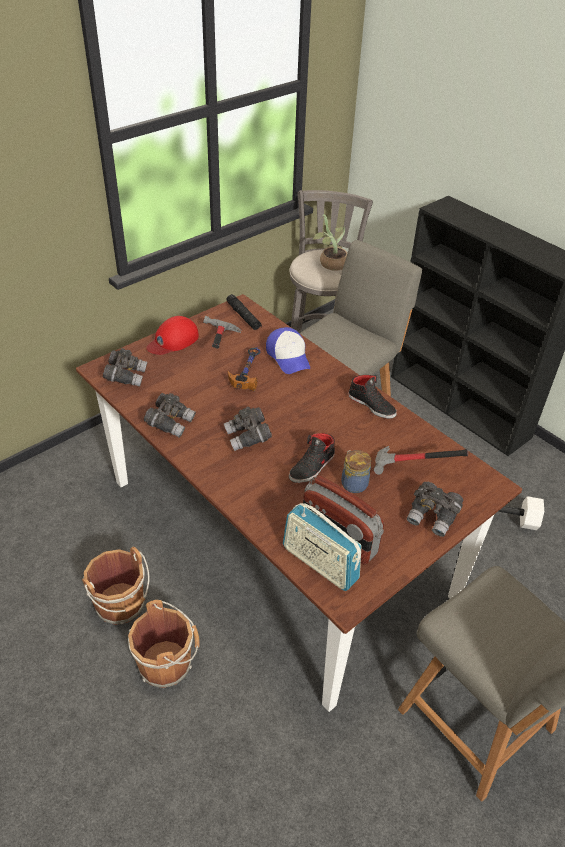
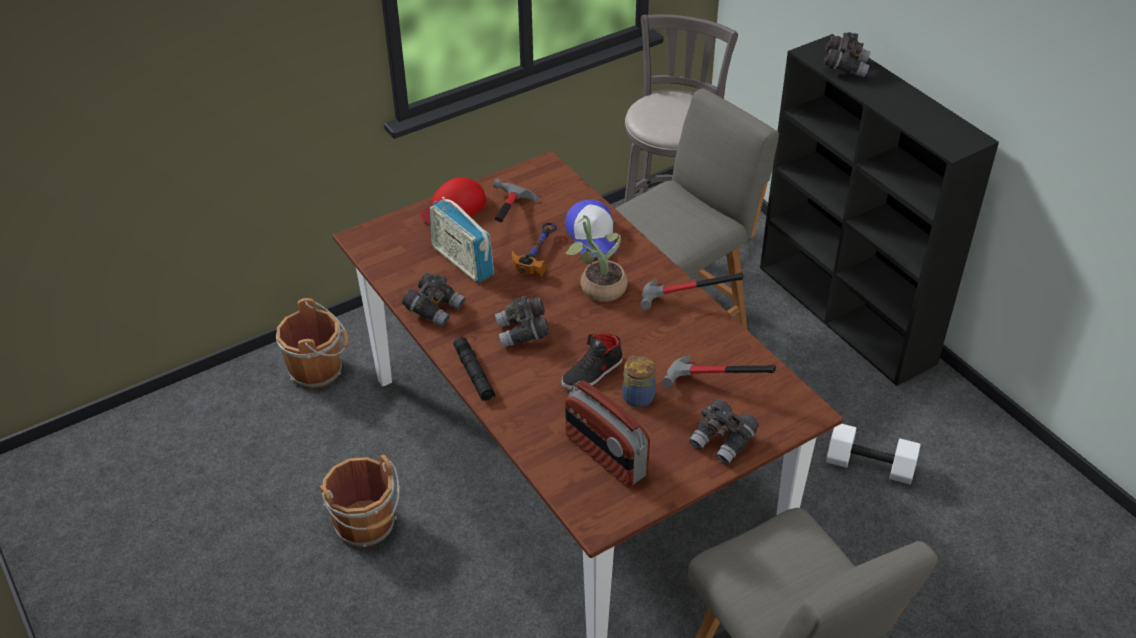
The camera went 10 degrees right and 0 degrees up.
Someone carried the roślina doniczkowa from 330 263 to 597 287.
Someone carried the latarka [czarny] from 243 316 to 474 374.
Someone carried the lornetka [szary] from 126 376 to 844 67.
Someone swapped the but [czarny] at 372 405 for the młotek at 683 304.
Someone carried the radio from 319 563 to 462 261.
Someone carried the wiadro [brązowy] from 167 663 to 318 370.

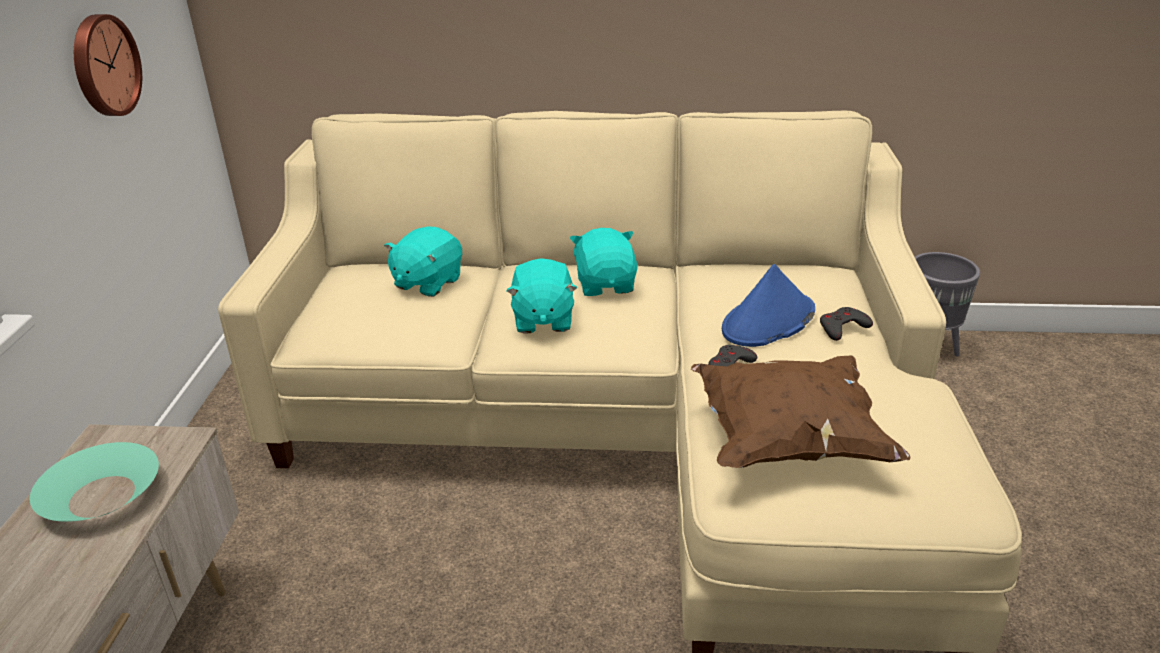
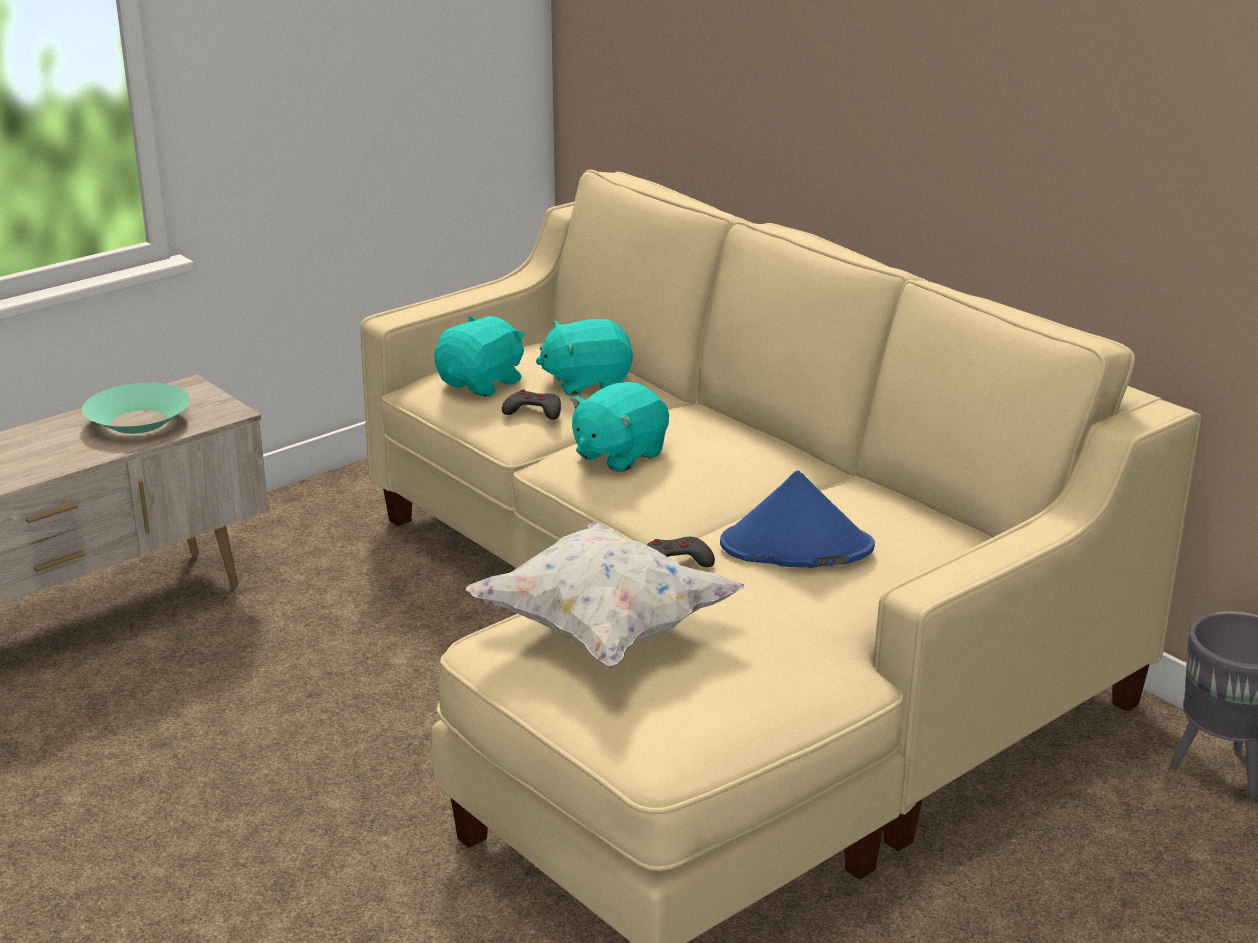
The camera went 45 degrees right and 5 degrees down.
Someone took away the zegar ścienny at 103 65.
Someone carried the pluszak [turkusowy] from 606 285 to 482 383.
Someone carried the pad do gier [szary] from 842 328 to 533 411.
Someone repainted the poduszka [brązowy] at 788 440, which became the poduszka [biały] at 603 629.

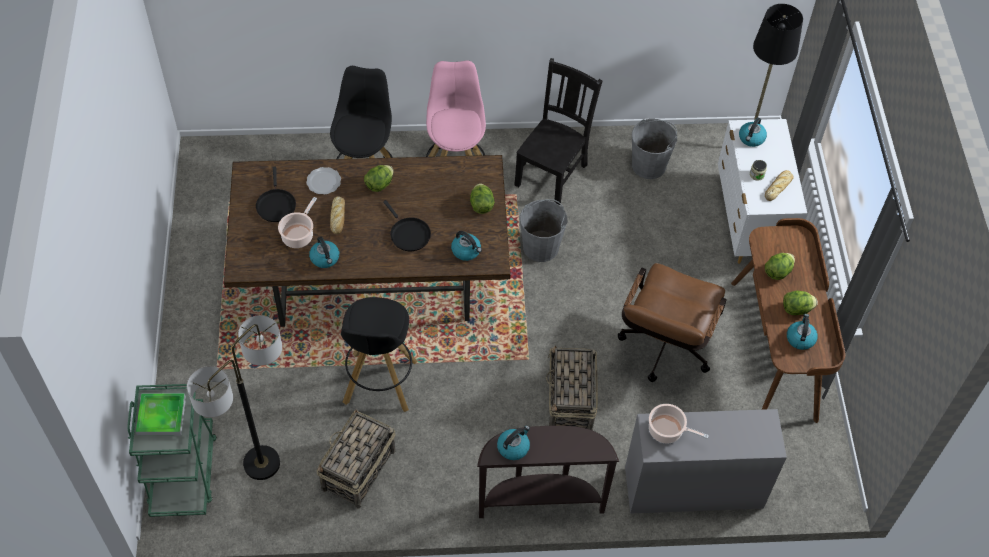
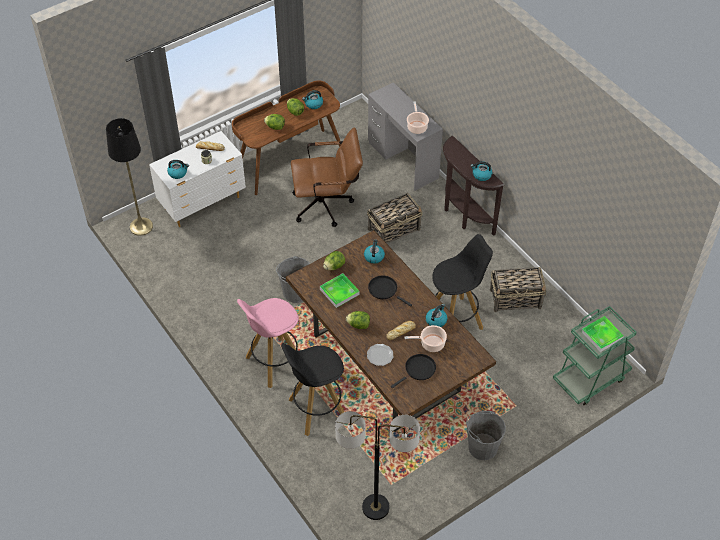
The camera went 120 degrees left and 5 degrees down.
Someone took away the krzesło [czarny] at 552 173.
Someone carried the wiadro [szary] from 649 165 to 482 447.
Someone rotated the patelnia [czarny] at 408 234 by 75 degrees counterclockwise.
Someone carried the lampa stojąca from 261 463 to 375 507.
Someone put down the taca at 339 292.

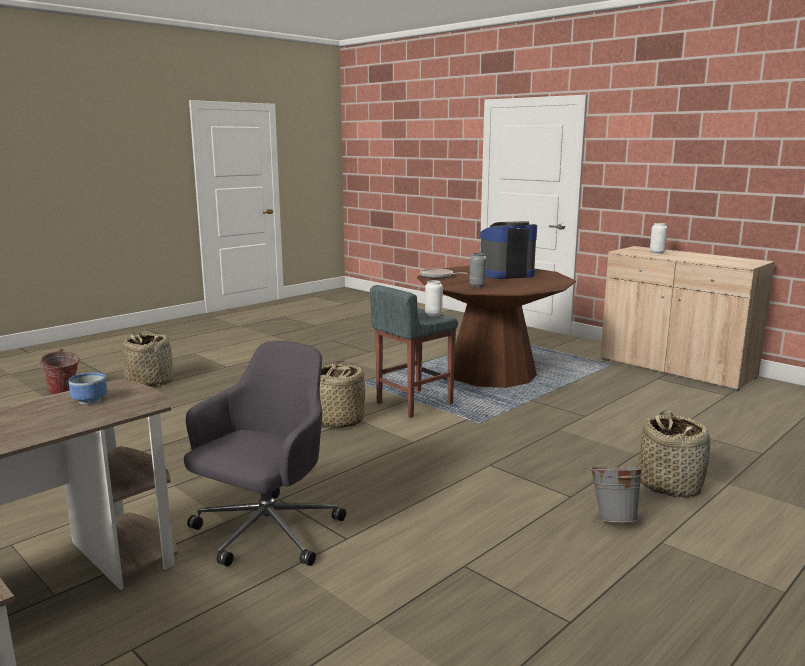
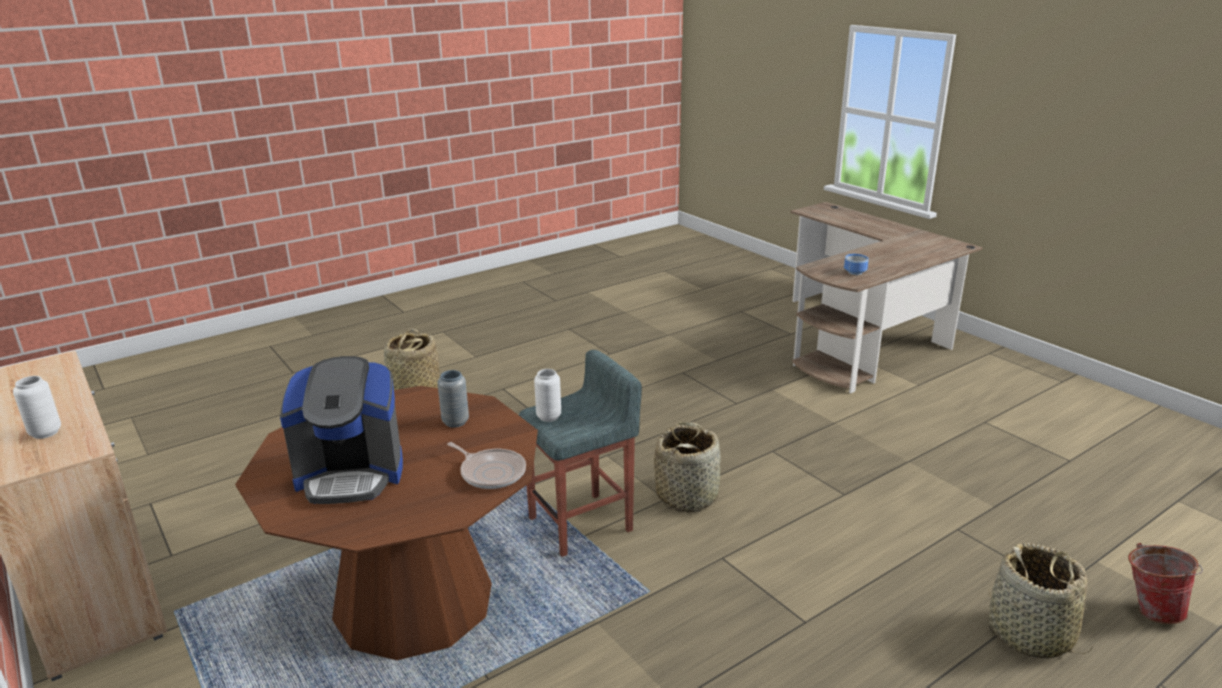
The camera went 170 degrees left and 10 degrees up.
Someone took away the krzesło biurowe [szary] at 265 533.
Someone took away the wiadro [szary] at 614 518.

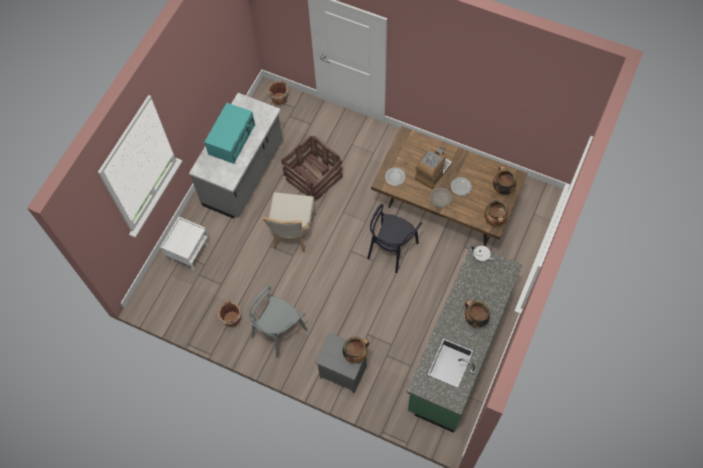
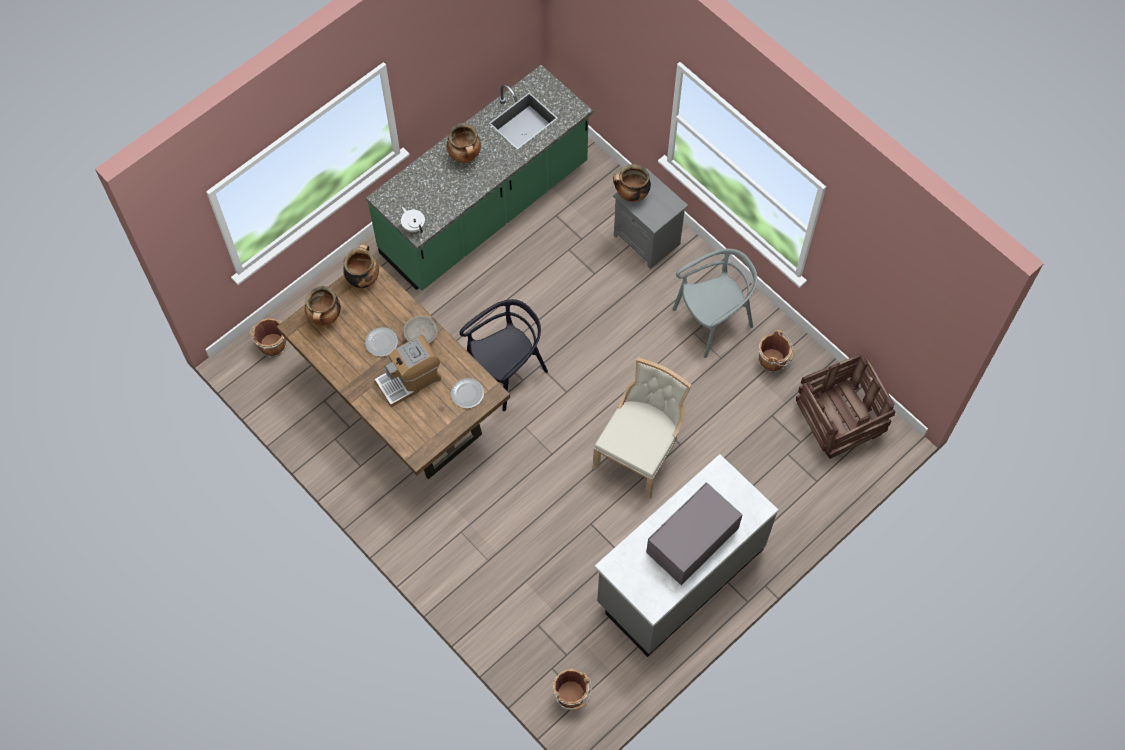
The camera went 160 degrees left and 0 degrees up.
Someone repainted the mikrofalówka [turkusowy] at 232 138, which became the mikrofalówka [szary] at 691 541.
Someone carried the skrzynka from 314 178 to 839 417.
Someone took away the szafka nocna [biały] at 189 252.
Someone put down the wiadro [brązowy] at 272 344.

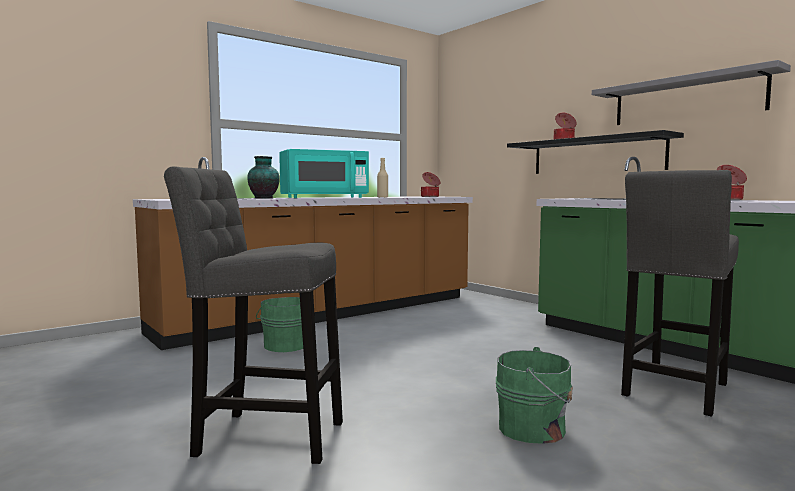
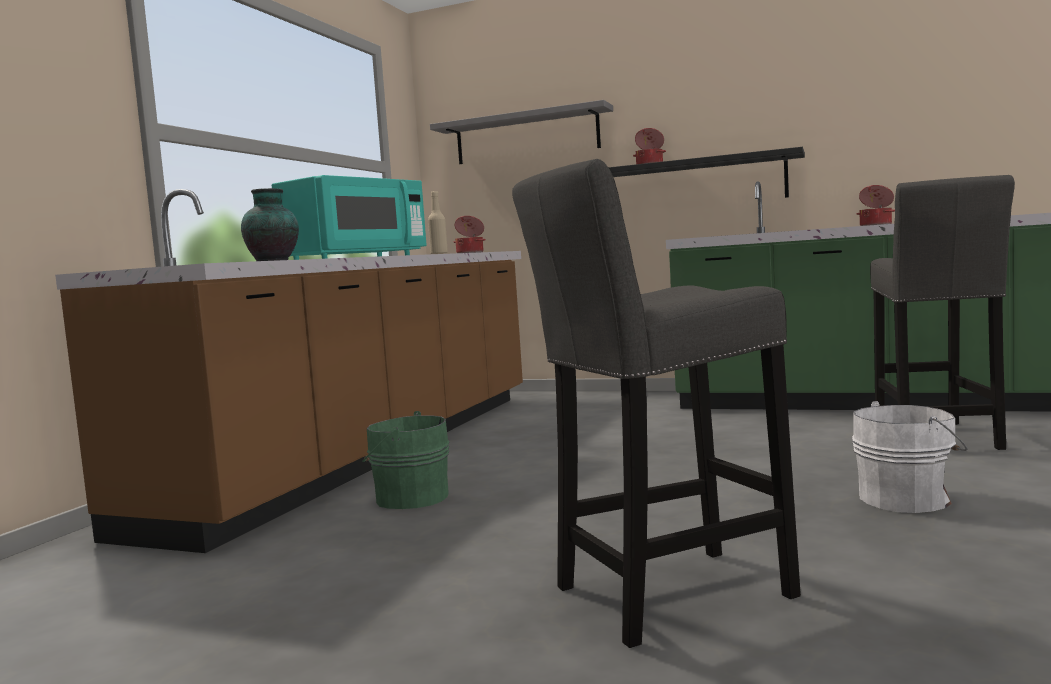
The camera went 30 degrees left and 0 degrees up.
Someone carried the półka [szary] from 686 99 to 526 136.
Someone repainted the wiadro [zielony] at 535 429, which became the wiadro [biały] at 908 499.

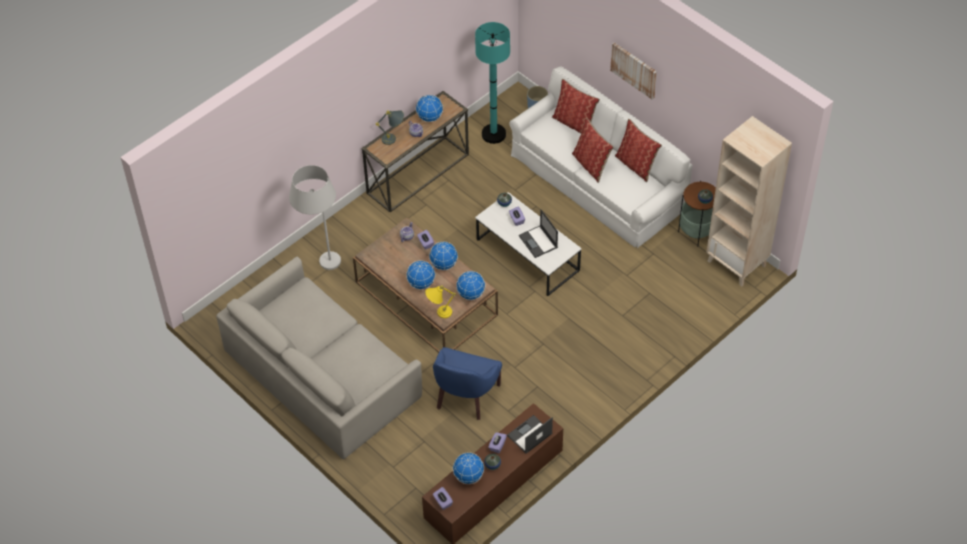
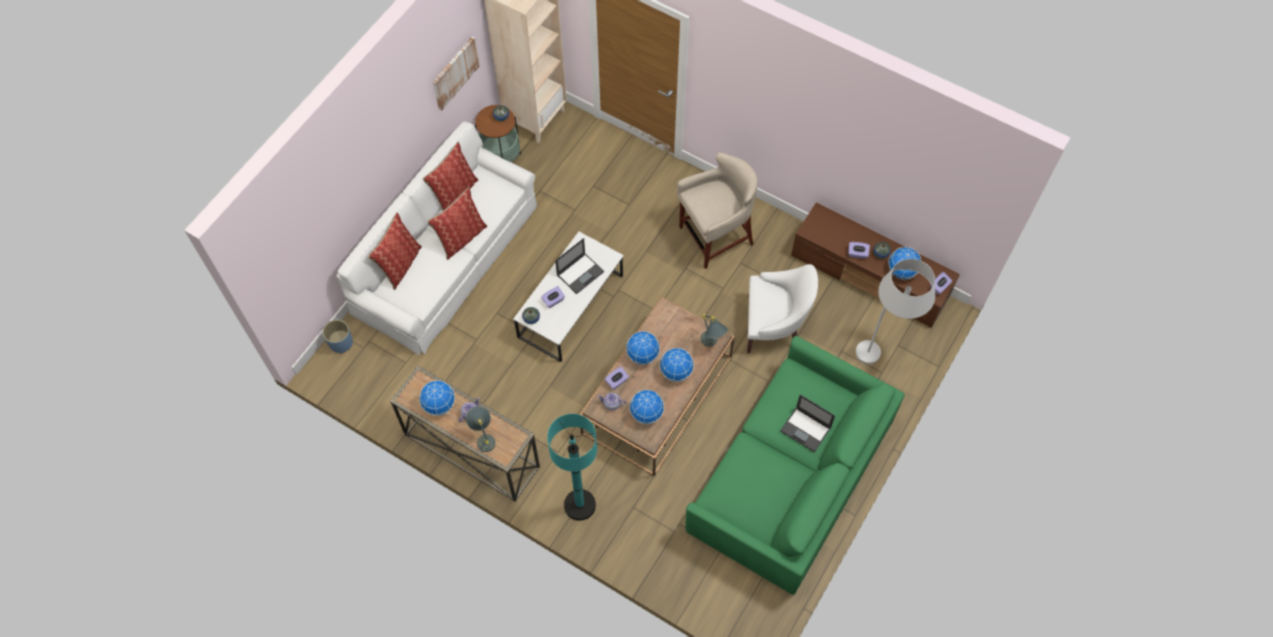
The camera went 105 degrees left and 10 degrees up.
Someone carried the lampa stojąca [turkusowy] from 493 134 to 580 505.
Someone carried the obraz from 634 70 to 455 72.
Someone carried the lampa stojąca [biały] from 323 269 to 881 356.
Someone repainted the kanapa [szary] at 321 373, which became the kanapa [zielony] at 790 476.
Someone carried the globus from 471 294 to 646 413.
Someone repainted the lampa stołowa [żółty] at 439 313, which became the lampa stołowa [szary] at 712 344.
Someone repainted the fotel [niebieski] at 465 396, which became the fotel [biały] at 774 326.
Someone carried the laptop from 529 435 to 806 429.
Someone put down the stołek [beżowy] at 715 238.

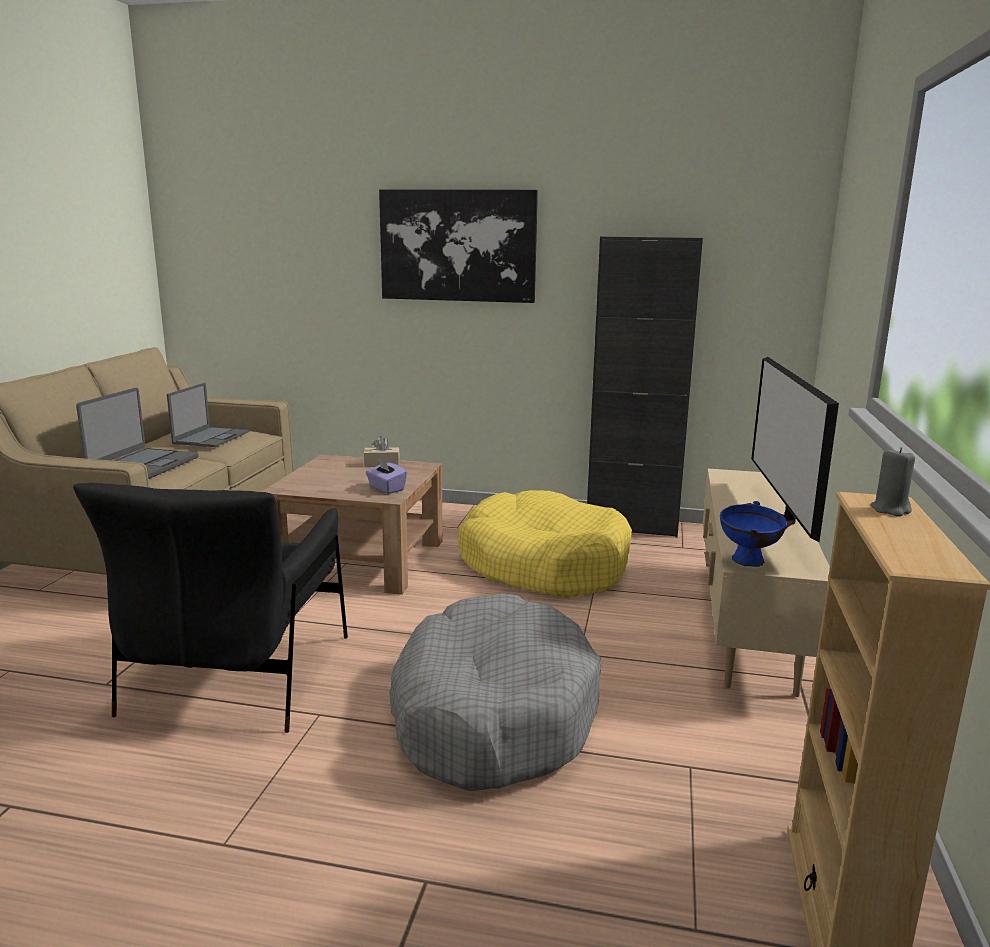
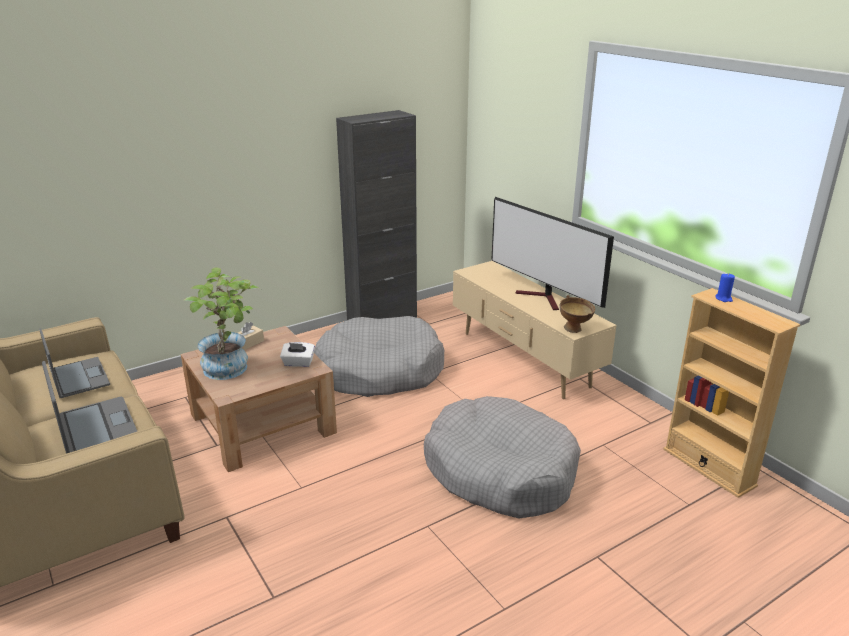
The camera went 45 degrees left and 10 degrees up.
Someone took away the obraz at 458 246.
Someone repainted the świeca [szary] at 891 510, which became the świeca [niebieski] at 723 298.
Someone repainted the pudełko chusteczek [fioletowy] at 386 489, which became the pudełko chusteczek [biały] at 298 363.
Someone took away the fotel [czarny] at 239 675.
Someone repainted the legowisko [żółty] at 543 565, which became the legowisko [szary] at 379 371.
Someone repainted the miska [niebieski] at 748 563, which became the miska [brązowy] at 575 330.
Someone put down the roślina doniczkowa at 231 369.

